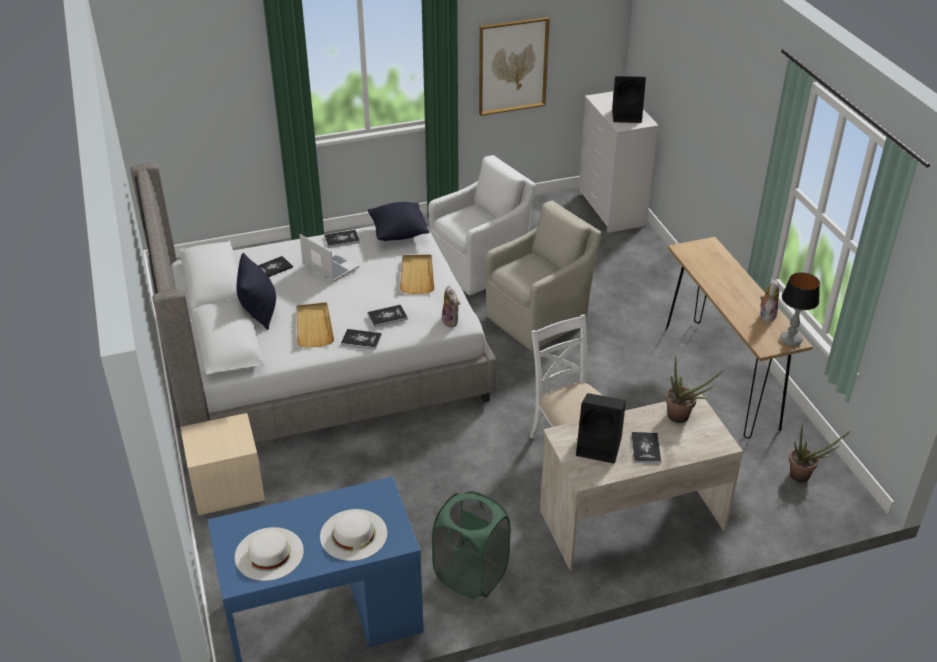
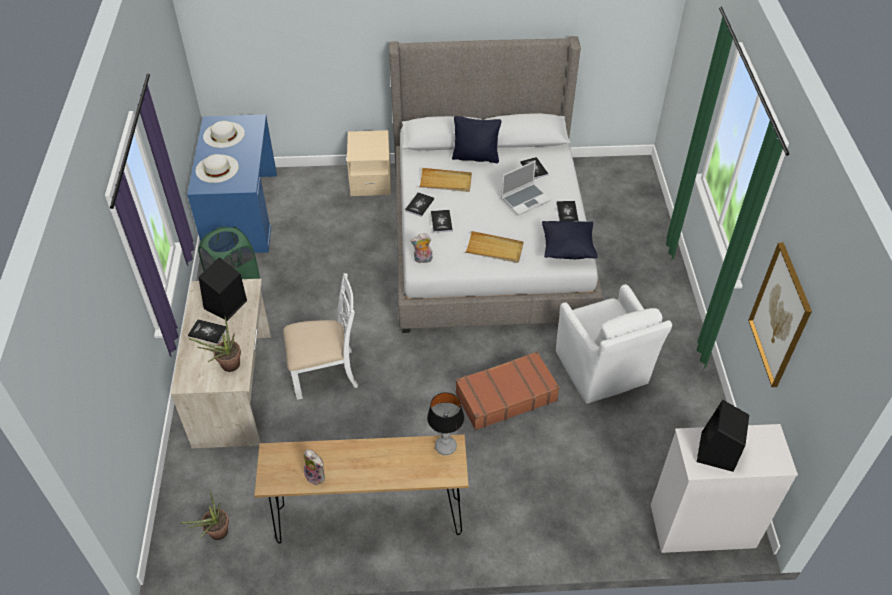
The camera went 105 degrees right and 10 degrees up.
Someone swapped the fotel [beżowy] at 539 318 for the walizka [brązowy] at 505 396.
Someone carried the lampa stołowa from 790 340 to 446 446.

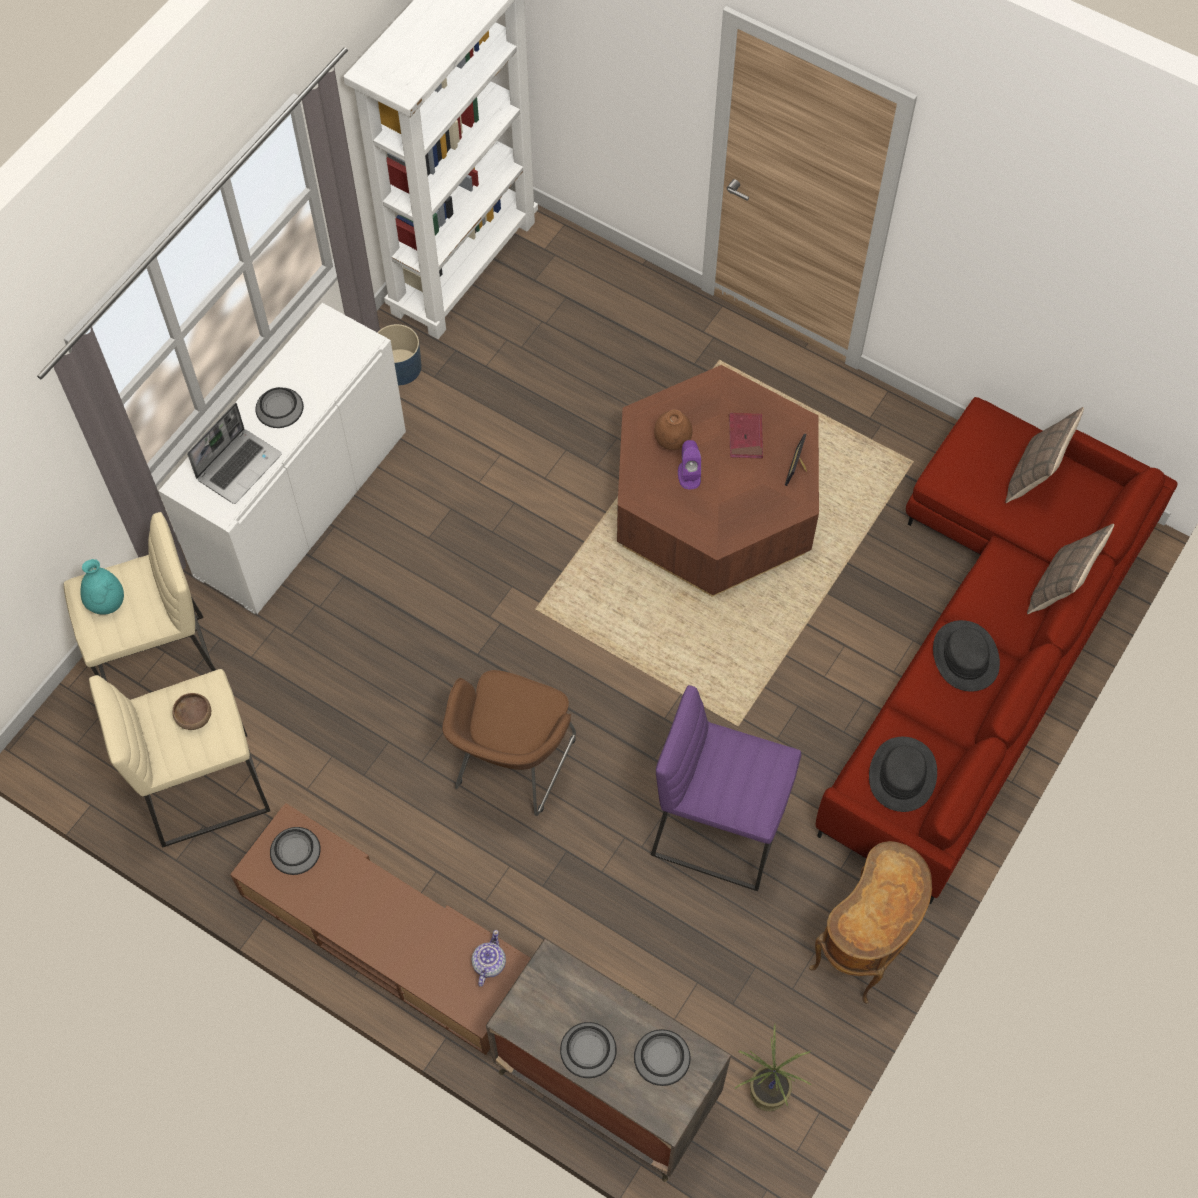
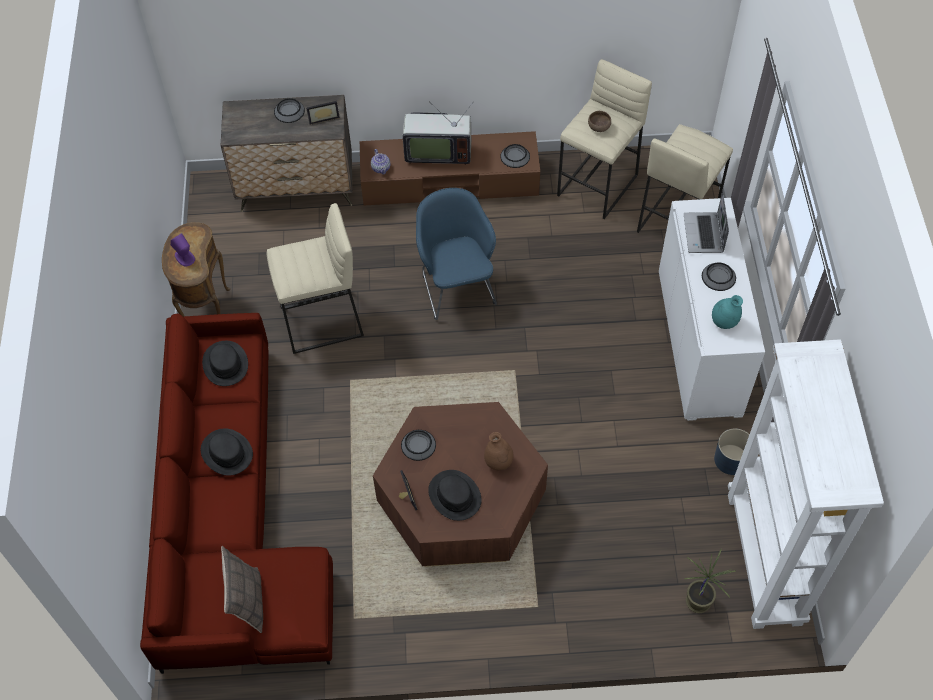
The camera went 145 degrees right and 5 degrees down.
Someone swapped the książka [czerwony] at 745 437 for the kapelusz [czarny] at 455 495.
Someone carried the głośnik [fioletowy] from 689 474 to 185 257.
Someone took away the poduszka at 1059 588.
Someone carried the wazon [turkusowy] from 107 603 to 724 322.
Someone repainted the fotel [brązowy] at 511 766, which became the fotel [niebieski] at 456 286.
Someone repainted the stołek [fioletowy] at 718 831, which became the stołek [beżowy] at 322 322.
Someone carried the roślina doniczkowa from 766 1093 to 699 601.
Someone carried the miska from 662 1057 to 418 445.
Someone put down the ramka na zdjęcie at 323 117.
Someone put down the telewizor at 437 152.

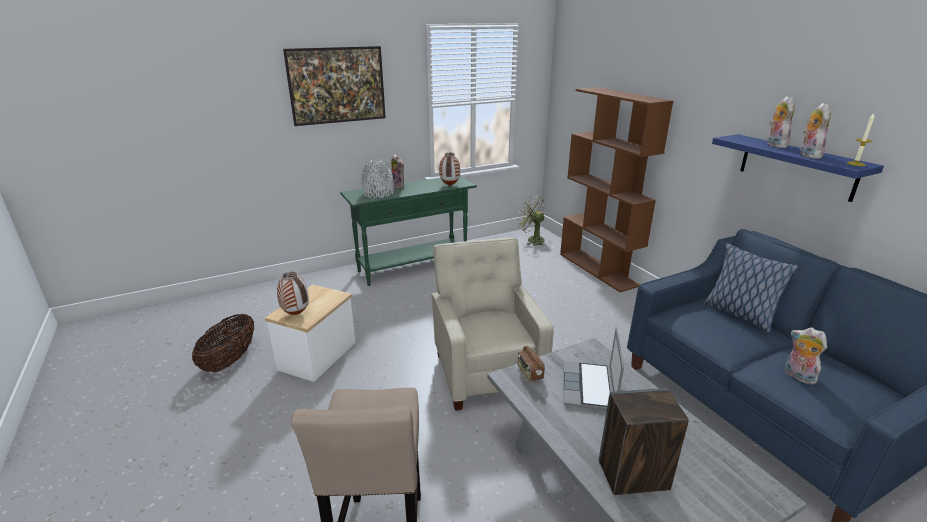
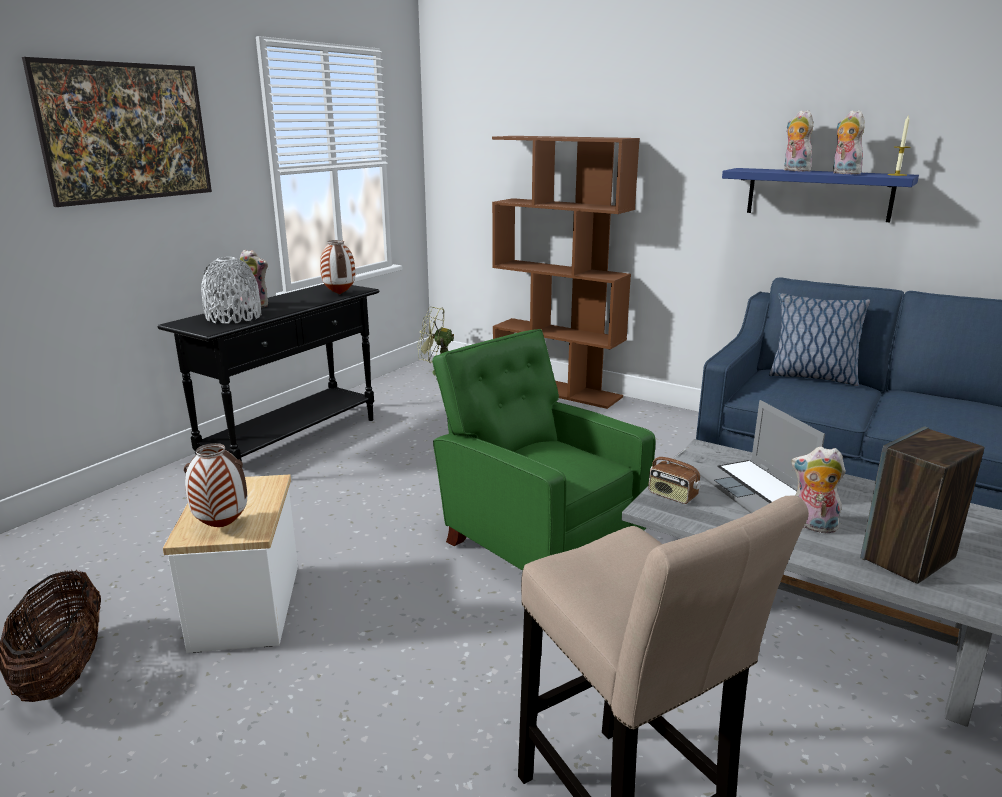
The camera went 30 degrees left and 5 degrees down.
Someone repainted the stolik konsolowy [zielony] at 413 267, which became the stolik konsolowy [czarny] at 293 442.
Someone repainted the fotel [beżowy] at 486 371, which became the fotel [zielony] at 537 541.
Someone carried the pluszak from 797 376 to 811 526.

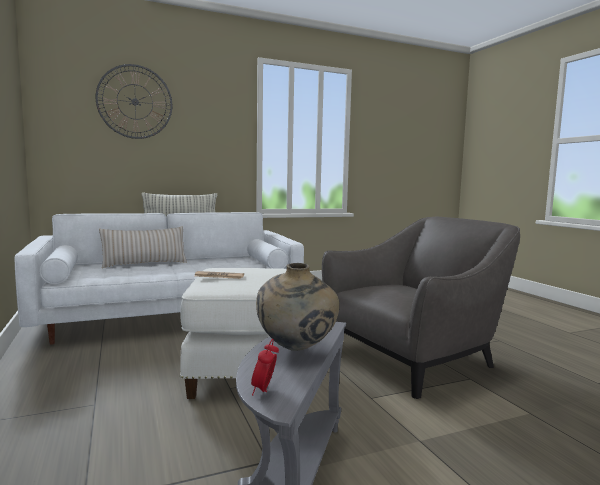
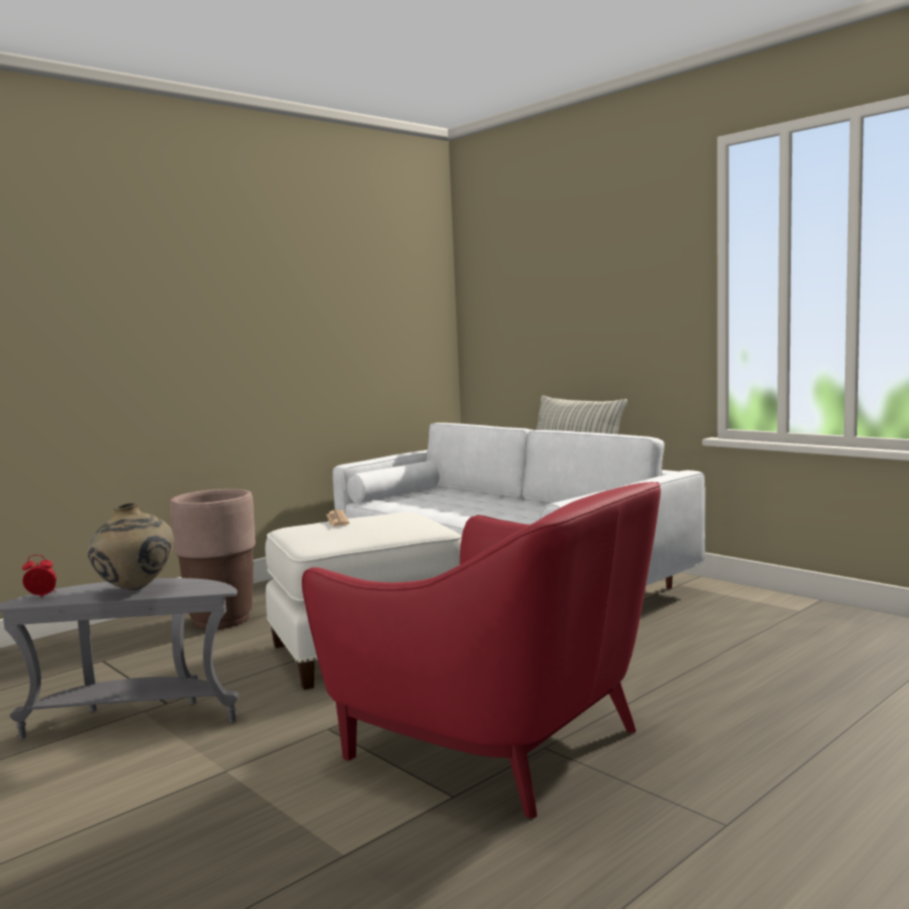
The camera went 70 degrees right and 0 degrees up.
Someone took away the zegar ścienny at 135 102.
Someone repainted the fotel [szary] at 414 359, which became the fotel [czerwony] at 498 742.
Someone took away the poduszka [beżowy] at 145 264.
Someone put down the donica [brązowy] at 221 620.

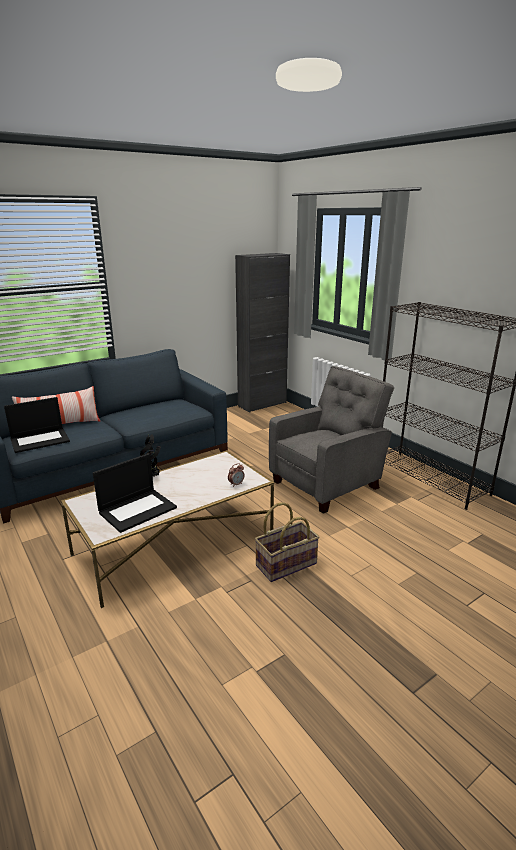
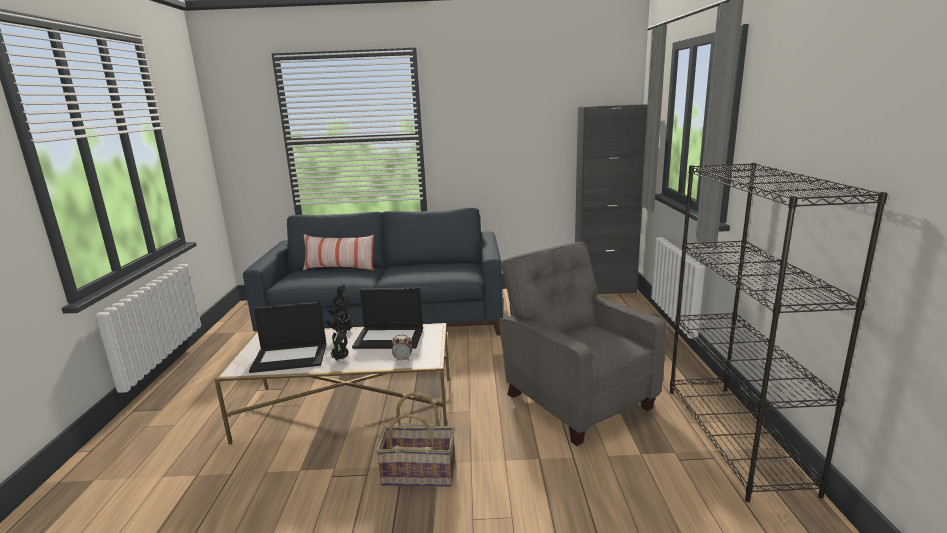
The camera went 35 degrees right and 5 degrees down.
Someone rotated the fotel [szary] at 328 484 by 120 degrees counterclockwise.
Someone carried the laptop from 40 440 to 390 338.
Someone put down the roślina doniczkowa at 339 359.

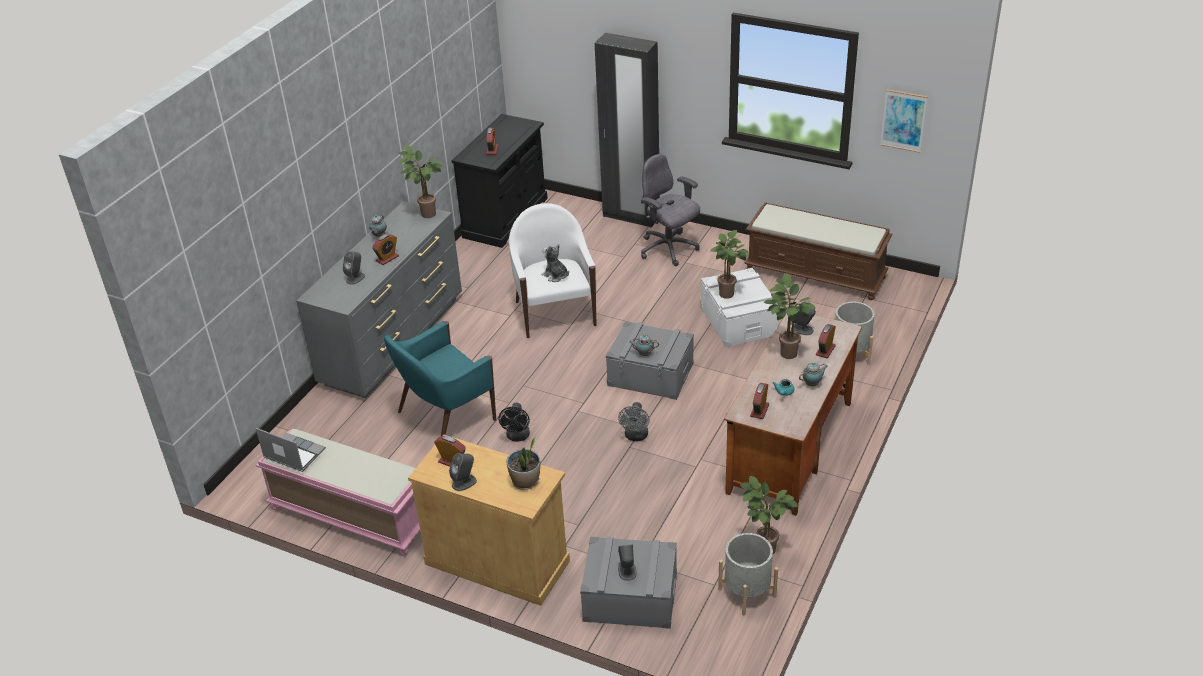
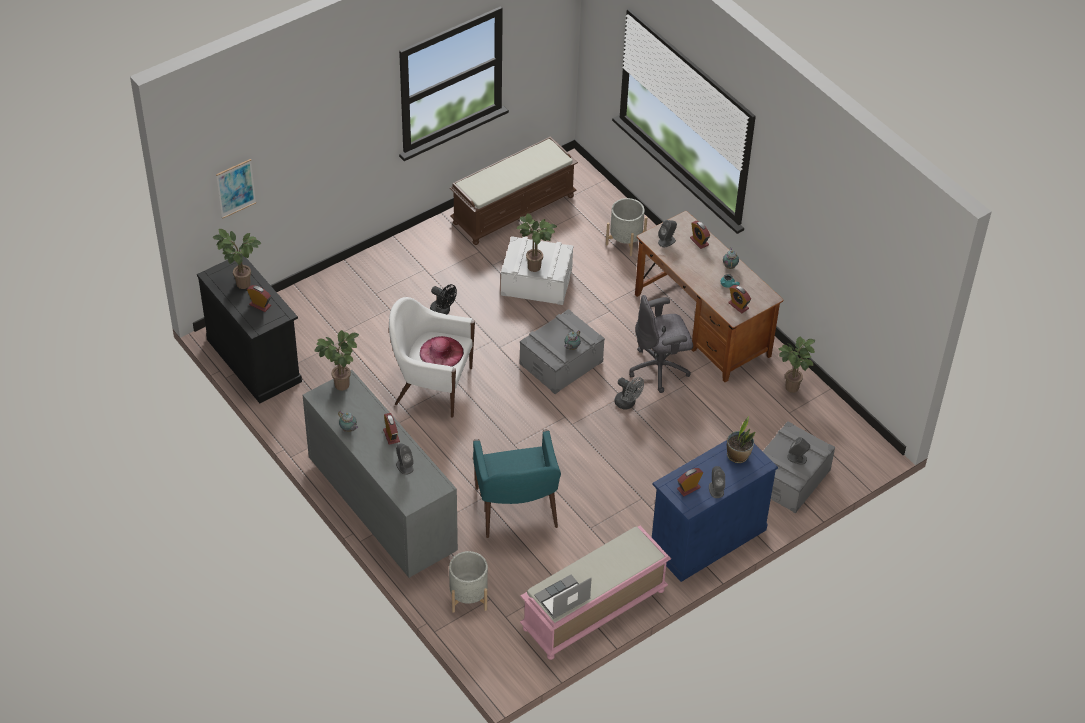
The camera went 65 degrees left and 10 degrees up.
Someone took away the szafa [czarny] at 631 217.
Someone carried the obraz from 903 121 to 236 188.
Someone carried the krzesło biurowe [szary] from 669 249 to 660 369.
Someone swapped the pluszak at 555 276 for the kapelusz [różowy] at 441 352.
Someone carried the roślina doniczkowa from 785 353 to 241 285.
Someone carried the wentylator [czarny] from 517 437 to 443 311.
Someone repainted the szafka [beżowy] at 497 562, which became the szafka [niebieski] at 707 538.
Someone carried the donica [szary] from 747 592 to 468 597.

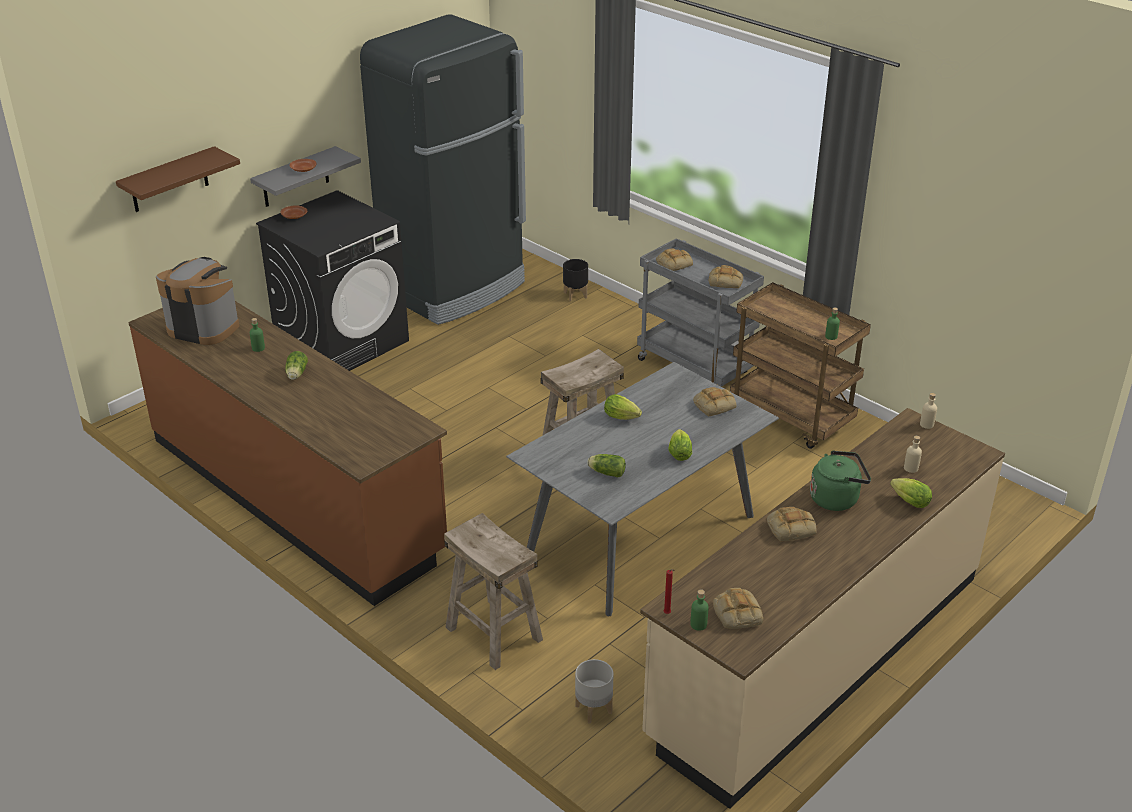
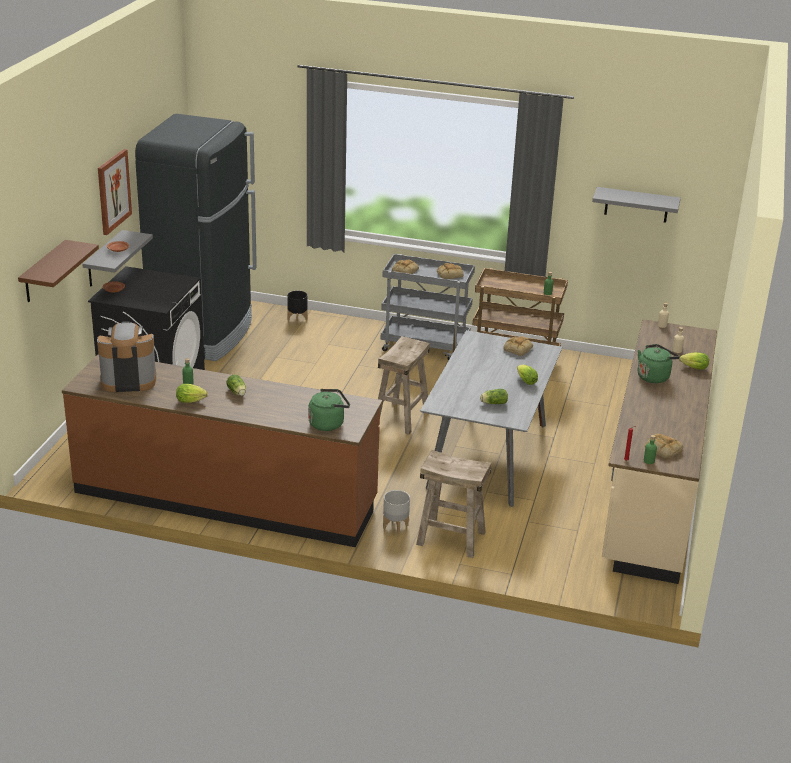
The camera went 30 degrees left and 5 degrees down.
Someone carried the sałata from 623 418 to 192 401.
Someone took away the chleb at 791 527.
Someone carried the donica [szary] from 593 709 to 395 526.
Someone put up the obraz at 113 191.
Someone put up the półka [szary] at 636 205.
Someone put down the czajnik [zielony] at 328 423.

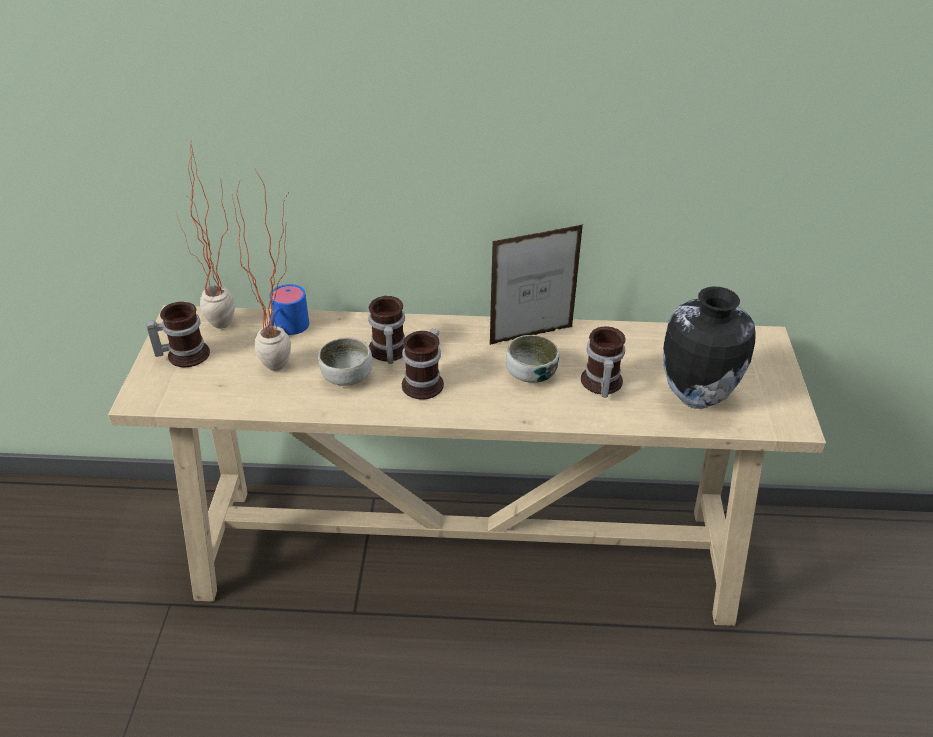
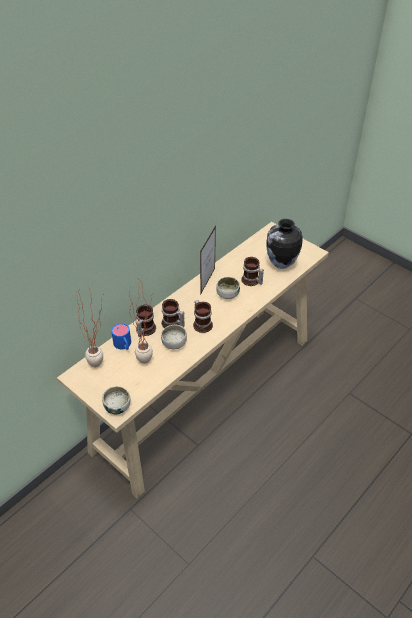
The camera went 50 degrees left and 5 degrees up.
Someone carried the kubek from 184 354 to 144 329.
Someone put down the miska at 117 406.

